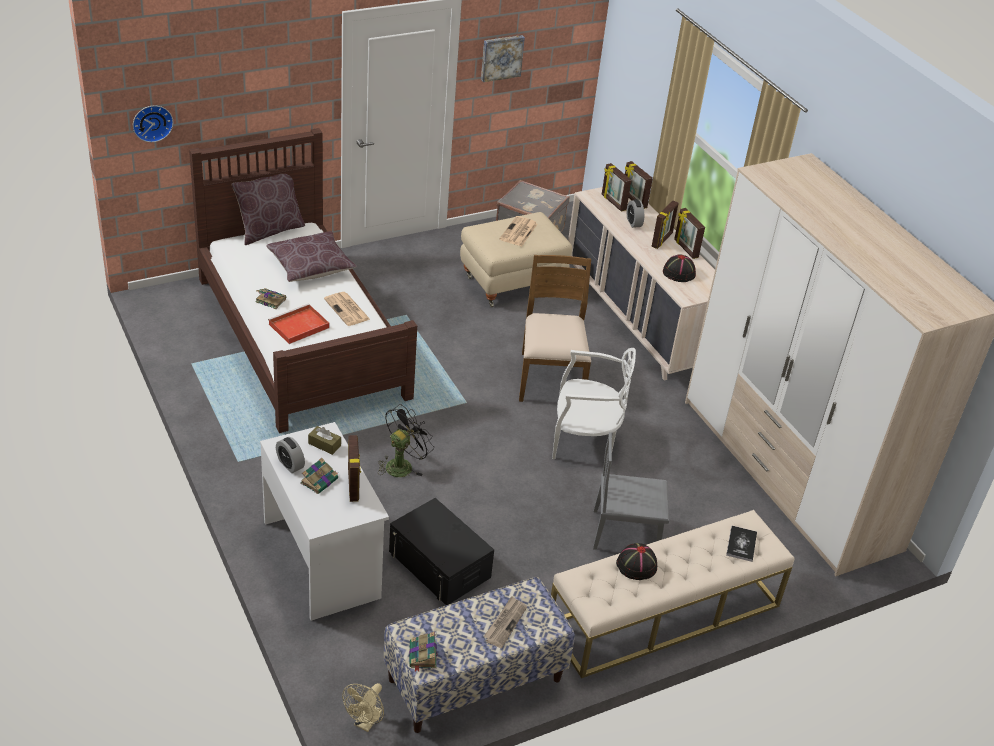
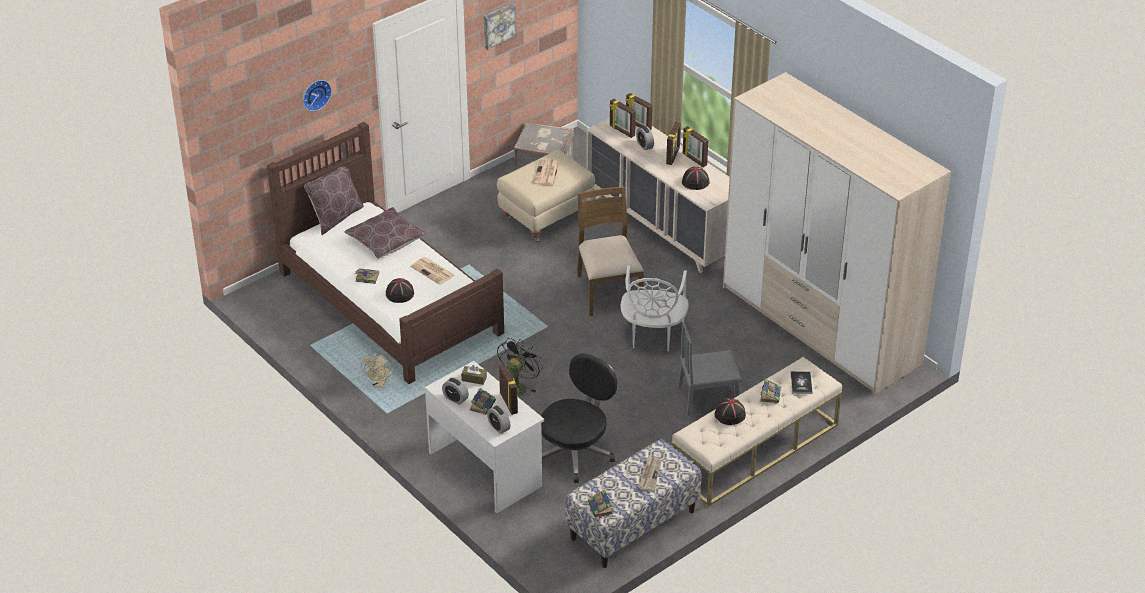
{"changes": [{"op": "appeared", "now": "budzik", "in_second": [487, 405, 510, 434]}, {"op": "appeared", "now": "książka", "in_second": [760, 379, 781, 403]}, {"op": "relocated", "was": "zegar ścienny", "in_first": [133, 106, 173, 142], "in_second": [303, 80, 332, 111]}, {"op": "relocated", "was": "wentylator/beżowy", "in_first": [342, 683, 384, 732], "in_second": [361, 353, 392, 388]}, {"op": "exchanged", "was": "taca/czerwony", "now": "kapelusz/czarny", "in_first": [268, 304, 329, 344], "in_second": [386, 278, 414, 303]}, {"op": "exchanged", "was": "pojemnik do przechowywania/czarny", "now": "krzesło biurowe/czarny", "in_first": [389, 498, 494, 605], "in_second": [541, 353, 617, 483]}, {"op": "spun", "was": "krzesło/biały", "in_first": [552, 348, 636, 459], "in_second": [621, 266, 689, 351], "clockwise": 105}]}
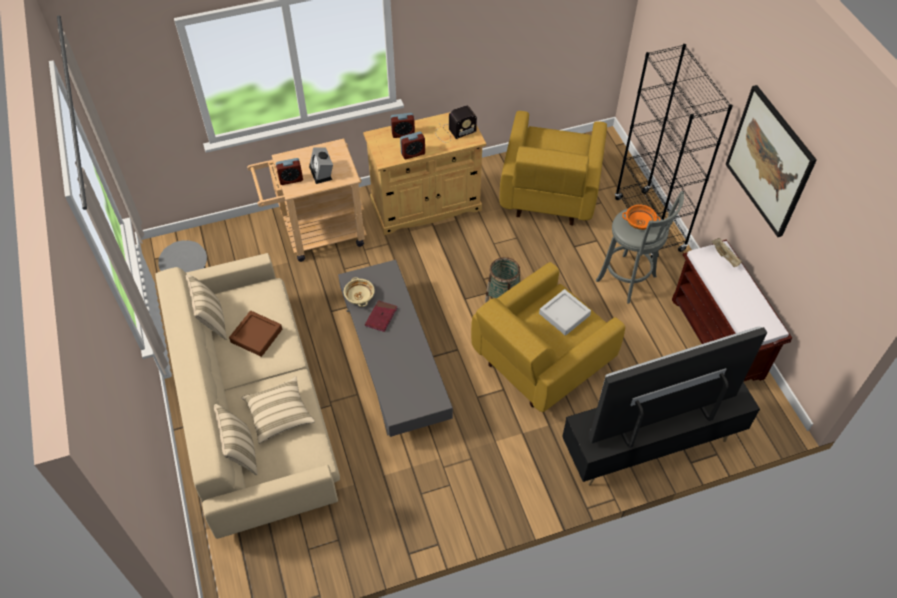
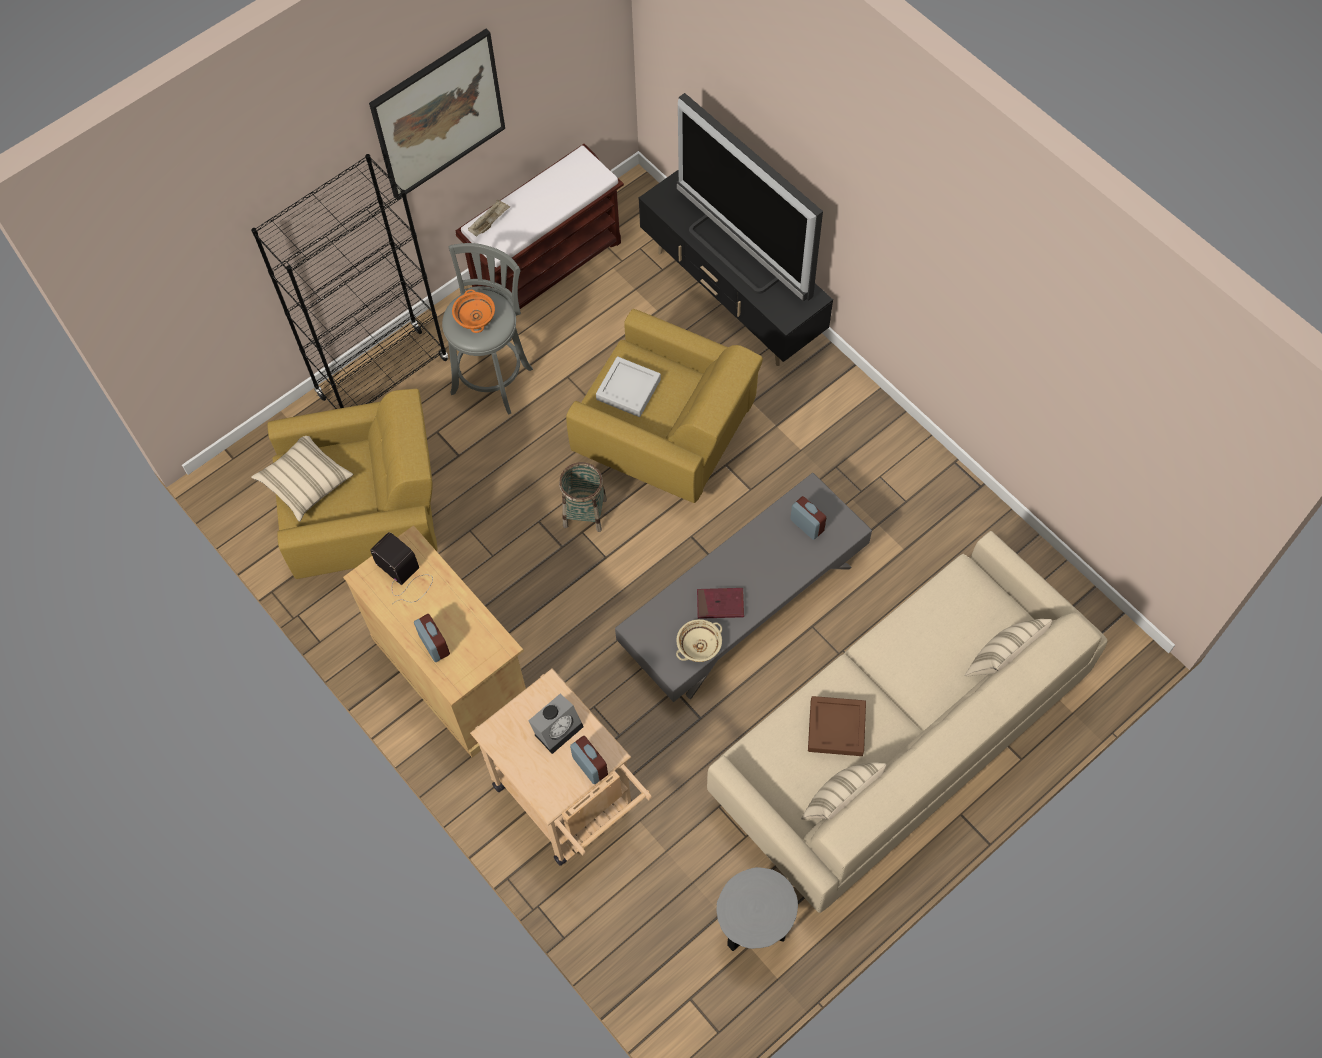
{"changes": [{"op": "relocated", "was": "poduszka/beżowy", "in_first": [242, 376, 315, 444], "in_second": [251, 436, 354, 522]}, {"op": "relocated", "was": "budzik", "in_first": [400, 131, 425, 159], "in_second": [790, 496, 826, 540]}]}
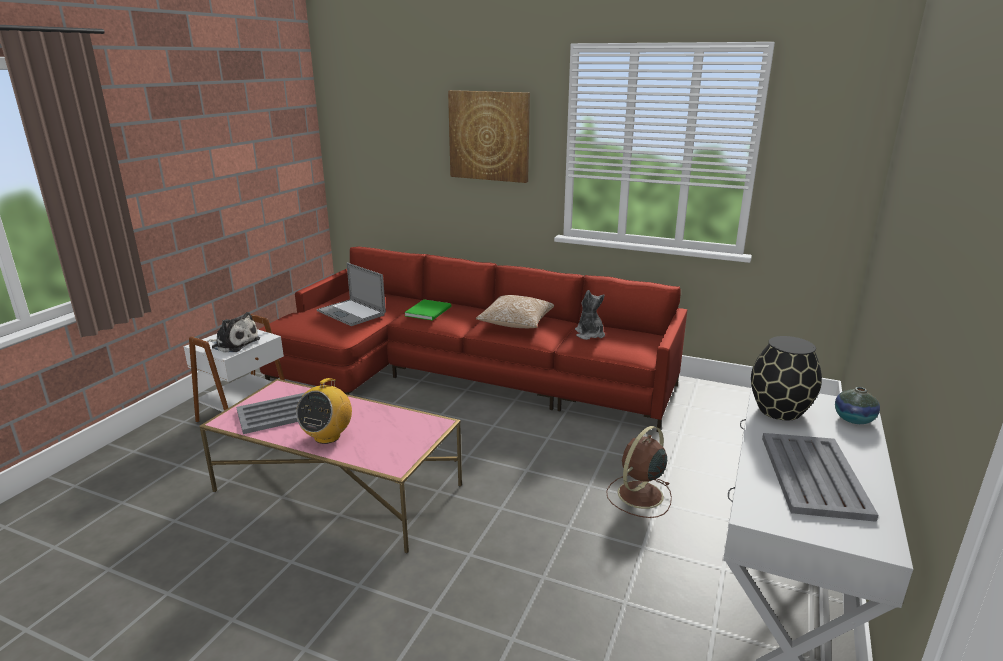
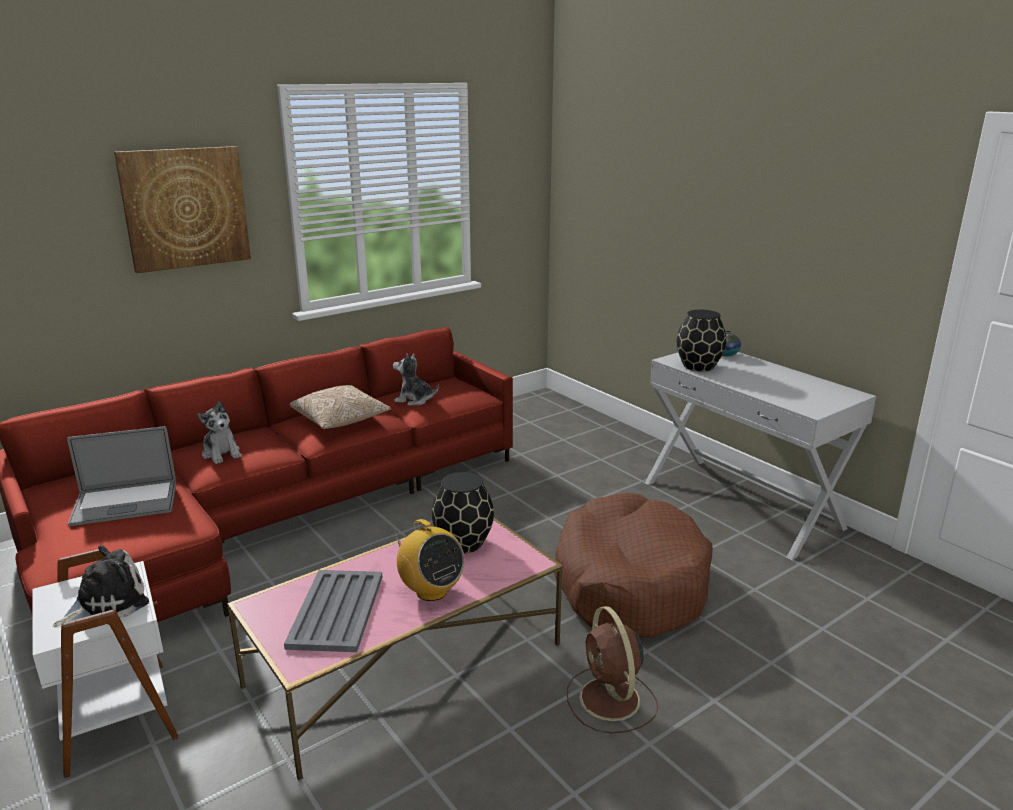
{"changes": [{"op": "missing", "was": "taca/szary", "in_first": [762, 433, 878, 522]}, {"op": "appeared", "now": "wazon/czarny", "in_second": [432, 472, 494, 553]}, {"op": "appeared", "now": "legowisko/brązowy", "in_second": [554, 493, 713, 638]}, {"op": "relocated", "was": "wentylator/brązowy", "in_first": [606, 426, 672, 518], "in_second": [567, 606, 658, 734]}, {"op": "exchanged", "was": "książka/zielony", "now": "pluszak", "in_first": [404, 299, 451, 321], "in_second": [197, 401, 242, 464]}]}
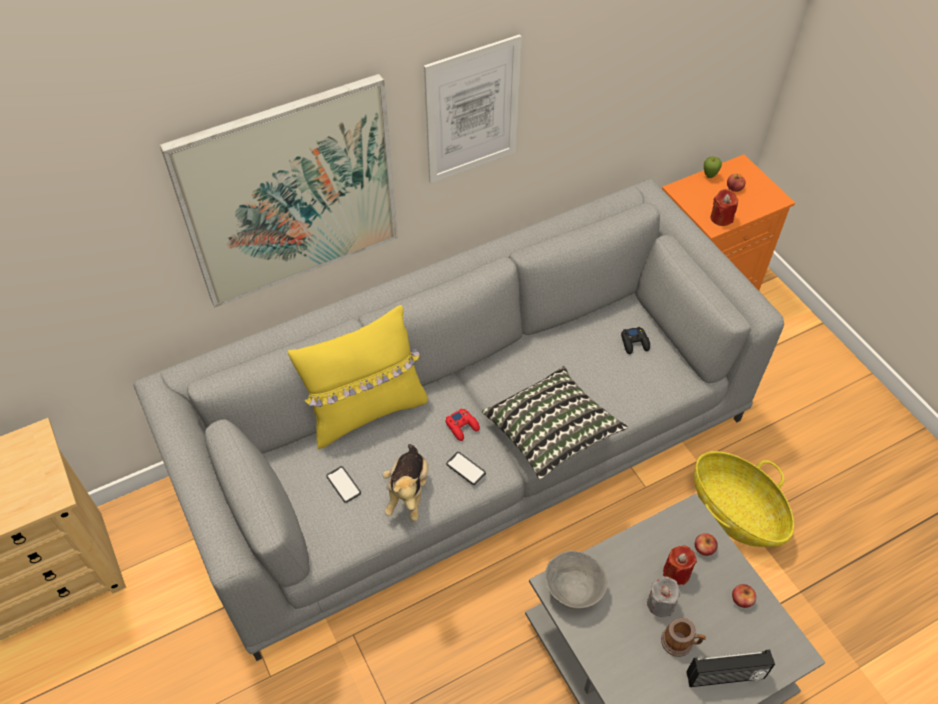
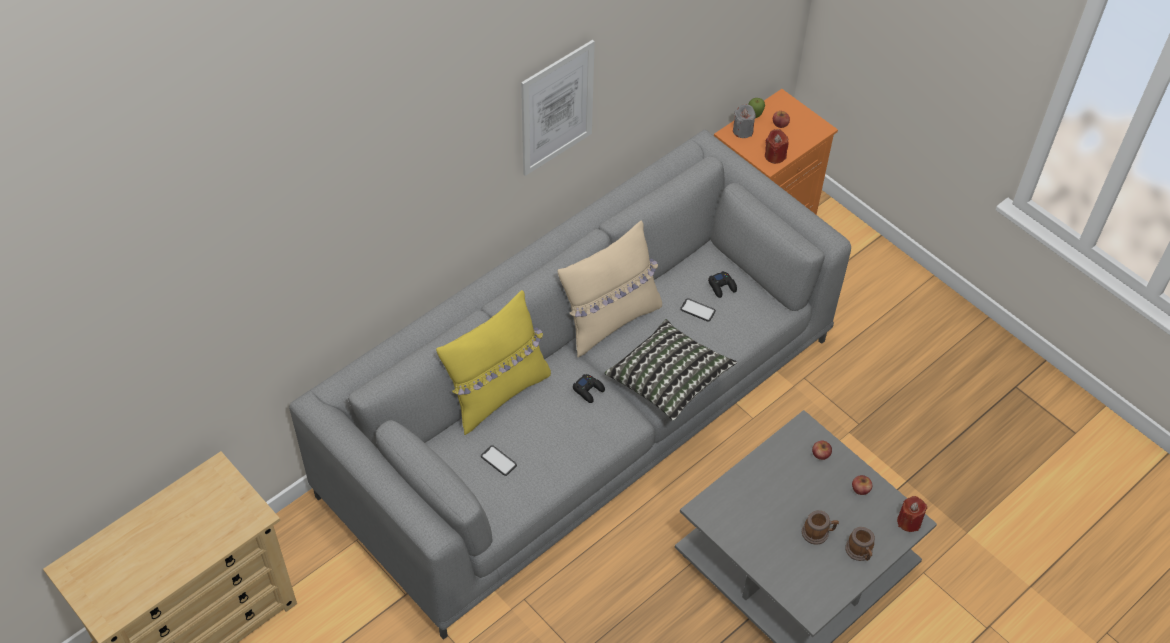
{"changes": [{"op": "missing", "was": "obraz", "in_first": [160, 74, 398, 308]}, {"op": "missing", "was": "pluszak", "in_first": [383, 444, 428, 522]}, {"op": "missing", "was": "miska/szary", "in_first": [545, 551, 608, 609]}, {"op": "missing", "was": "koszyk", "in_first": [694, 451, 794, 547]}, {"op": "appeared", "now": "poduszka/beżowy", "in_second": [558, 221, 662, 358]}, {"op": "relocated", "was": "telefon", "in_first": [446, 452, 486, 485], "in_second": [680, 298, 716, 321]}, {"op": "relocated", "was": "świeca/szary", "in_first": [647, 577, 680, 617], "in_second": [733, 104, 756, 138]}, {"op": "relocated", "was": "świeca/czerwony", "in_first": [663, 545, 697, 585], "in_second": [897, 496, 927, 532]}, {"op": "exchanged", "was": "radio", "now": "kubek", "in_first": [686, 650, 775, 687], "in_second": [845, 527, 875, 561]}, {"op": "colour", "was": "pad do gier/czerwony", "now": "pad do gier/czarny", "in_first": [446, 408, 480, 441], "in_second": [573, 374, 605, 403]}]}
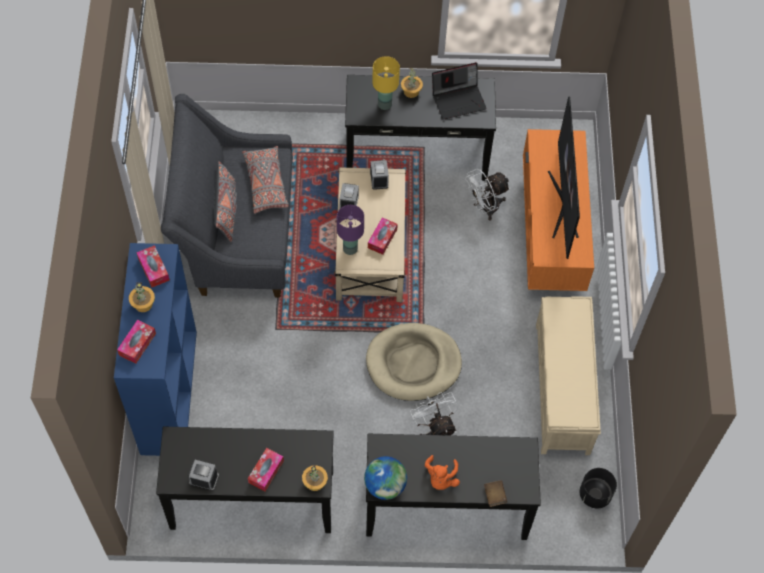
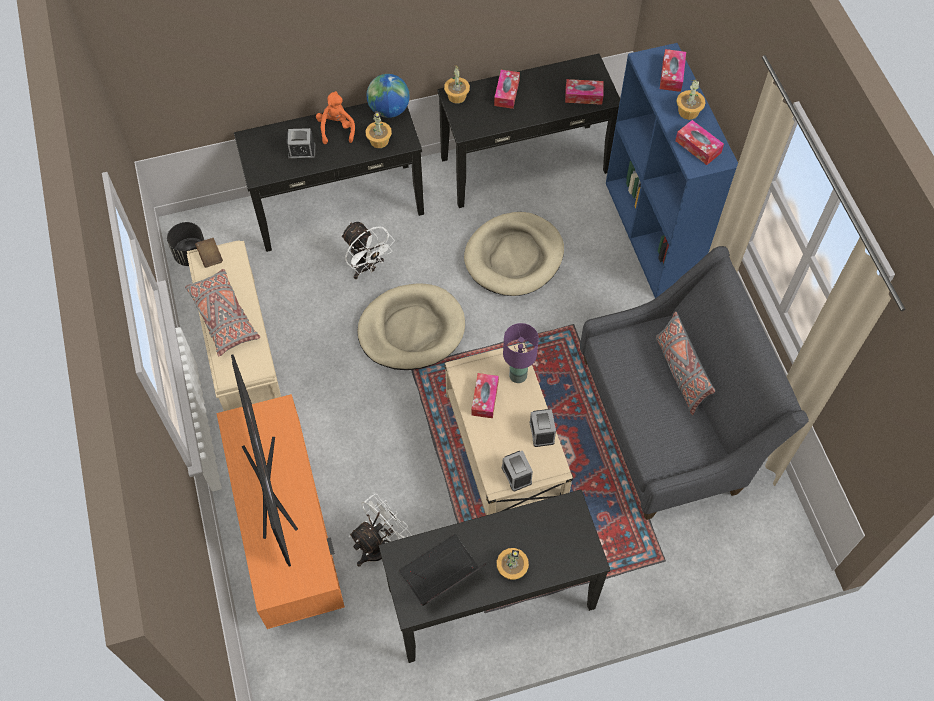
{"changes": [{"op": "missing", "was": "lampa stołowa/żółty", "in_first": [372, 56, 400, 110]}, {"op": "appeared", "now": "roślina doniczkowa", "in_second": [365, 111, 392, 148]}, {"op": "appeared", "now": "legowisko/beżowy", "in_second": [464, 212, 564, 296]}, {"op": "appeared", "now": "pudełko chusteczek", "in_second": [565, 79, 604, 105]}, {"op": "relocated", "was": "budzik", "in_first": [188, 460, 219, 491], "in_second": [286, 128, 316, 160]}, {"op": "relocated", "was": "poduszka/szary", "in_first": [242, 146, 289, 214], "in_second": [185, 269, 260, 357]}, {"op": "relocated", "was": "książka/brązowy", "in_first": [484, 480, 507, 507], "in_second": [195, 238, 223, 268]}]}
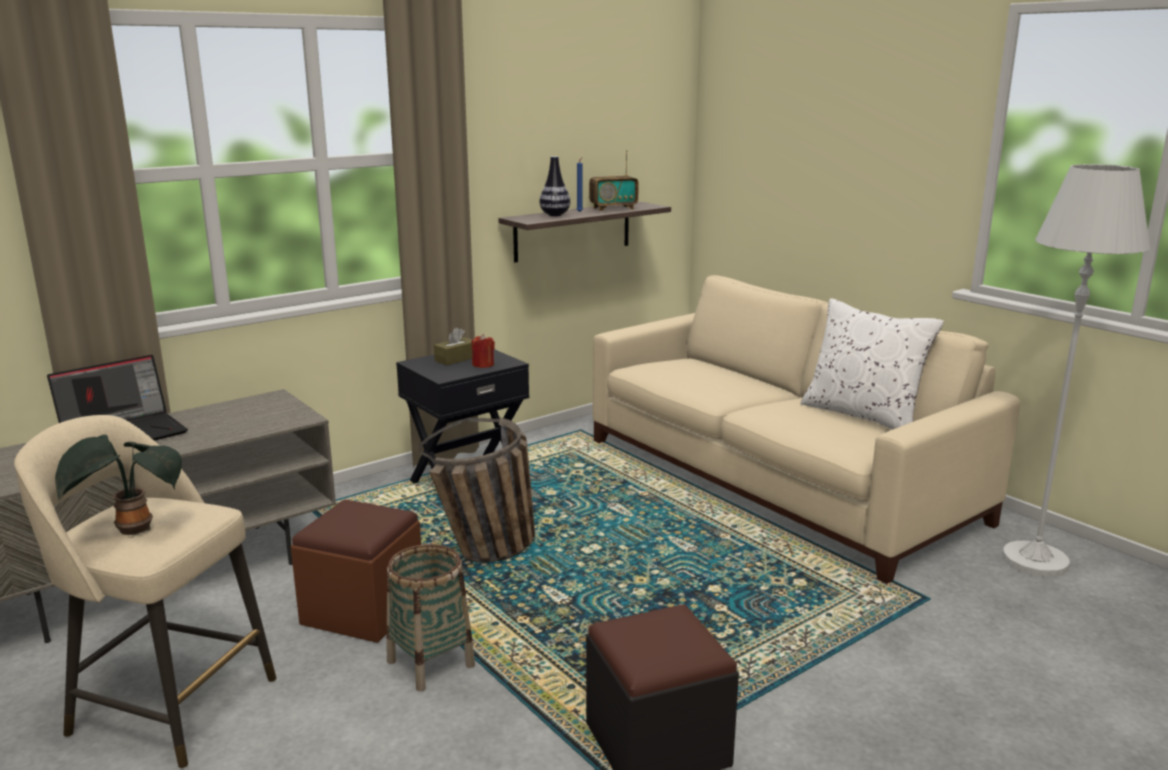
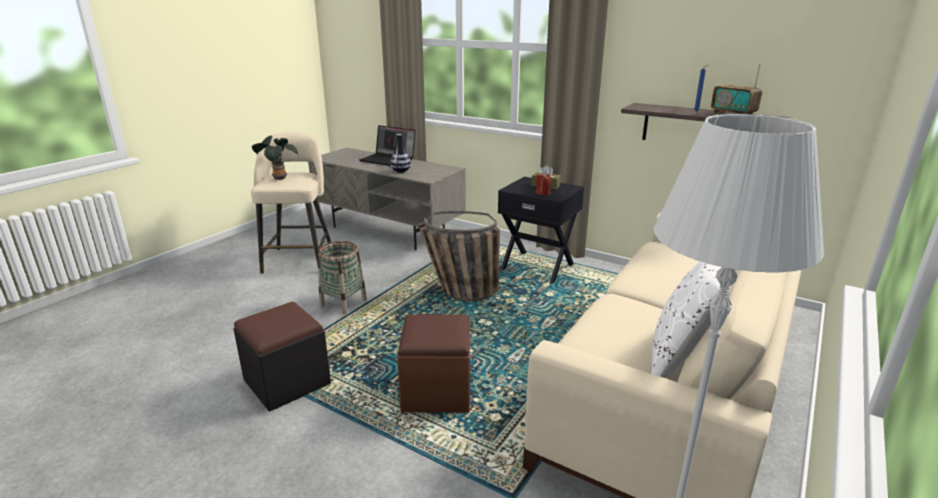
{"changes": [{"op": "relocated", "was": "pufa/brązowy", "in_first": [291, 500, 421, 643], "in_second": [397, 314, 470, 413]}, {"op": "relocated", "was": "wazon", "in_first": [539, 156, 570, 216], "in_second": [391, 134, 411, 173]}]}
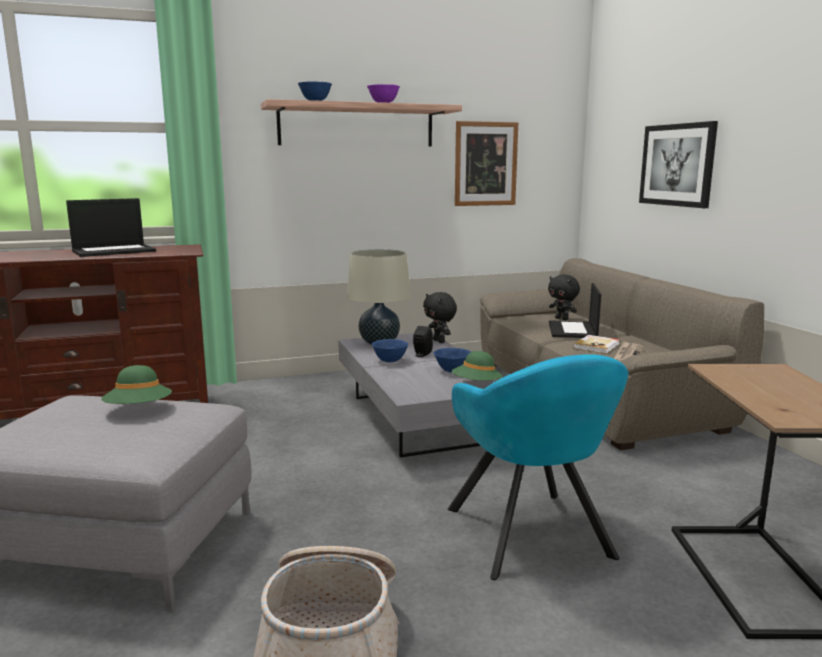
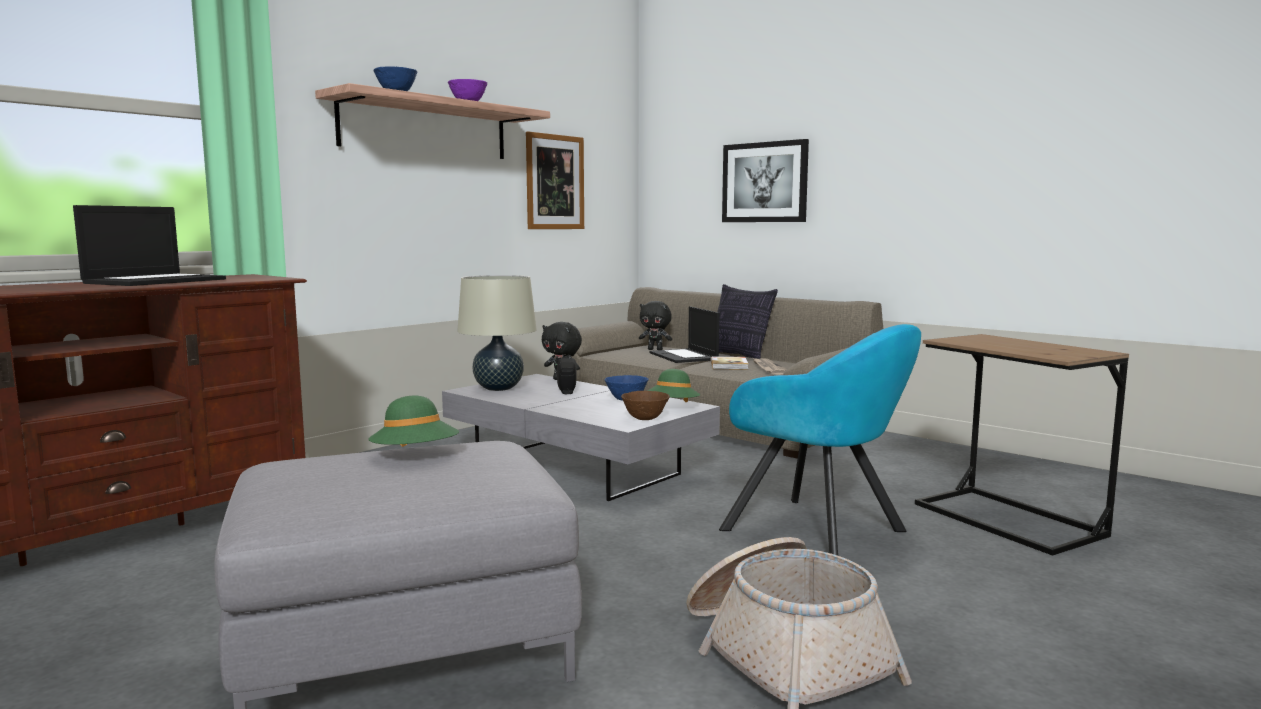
{"changes": [{"op": "missing", "was": "miska/niebieski", "in_first": [372, 339, 409, 362]}, {"op": "appeared", "now": "miska/brązowy", "in_second": [621, 391, 670, 420]}, {"op": "appeared", "now": "poduszka", "in_second": [717, 284, 778, 359]}]}
